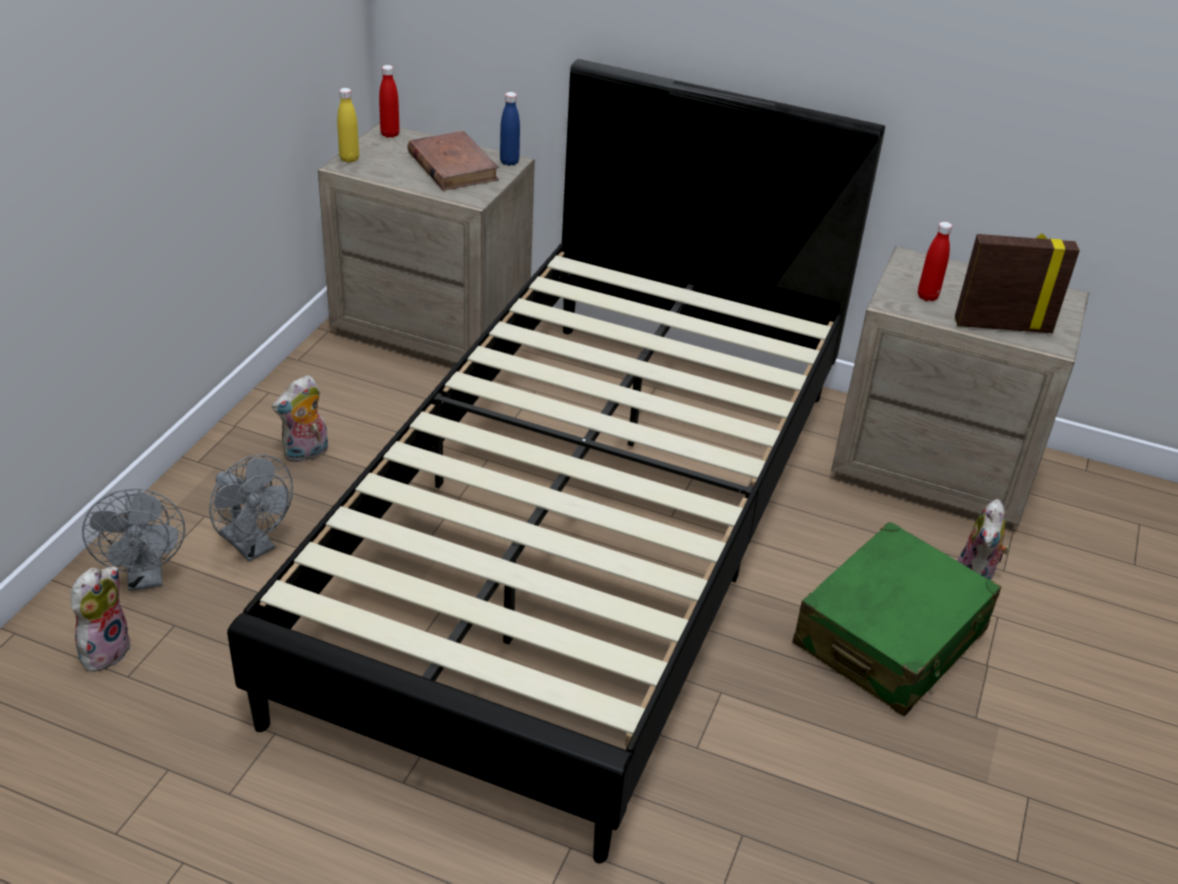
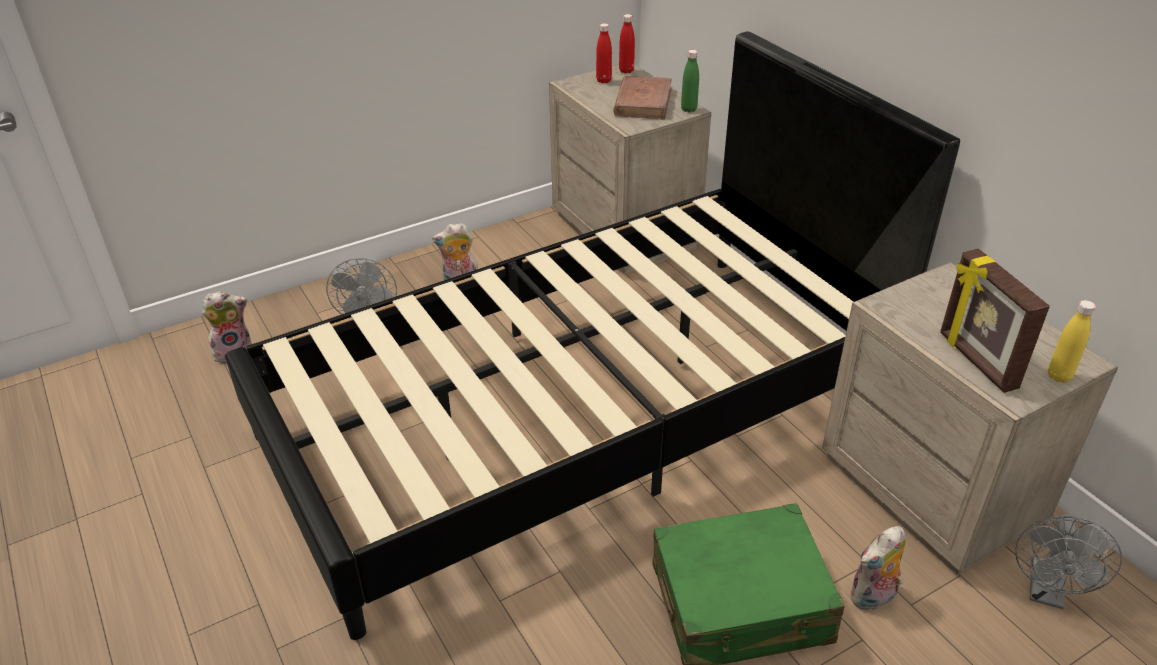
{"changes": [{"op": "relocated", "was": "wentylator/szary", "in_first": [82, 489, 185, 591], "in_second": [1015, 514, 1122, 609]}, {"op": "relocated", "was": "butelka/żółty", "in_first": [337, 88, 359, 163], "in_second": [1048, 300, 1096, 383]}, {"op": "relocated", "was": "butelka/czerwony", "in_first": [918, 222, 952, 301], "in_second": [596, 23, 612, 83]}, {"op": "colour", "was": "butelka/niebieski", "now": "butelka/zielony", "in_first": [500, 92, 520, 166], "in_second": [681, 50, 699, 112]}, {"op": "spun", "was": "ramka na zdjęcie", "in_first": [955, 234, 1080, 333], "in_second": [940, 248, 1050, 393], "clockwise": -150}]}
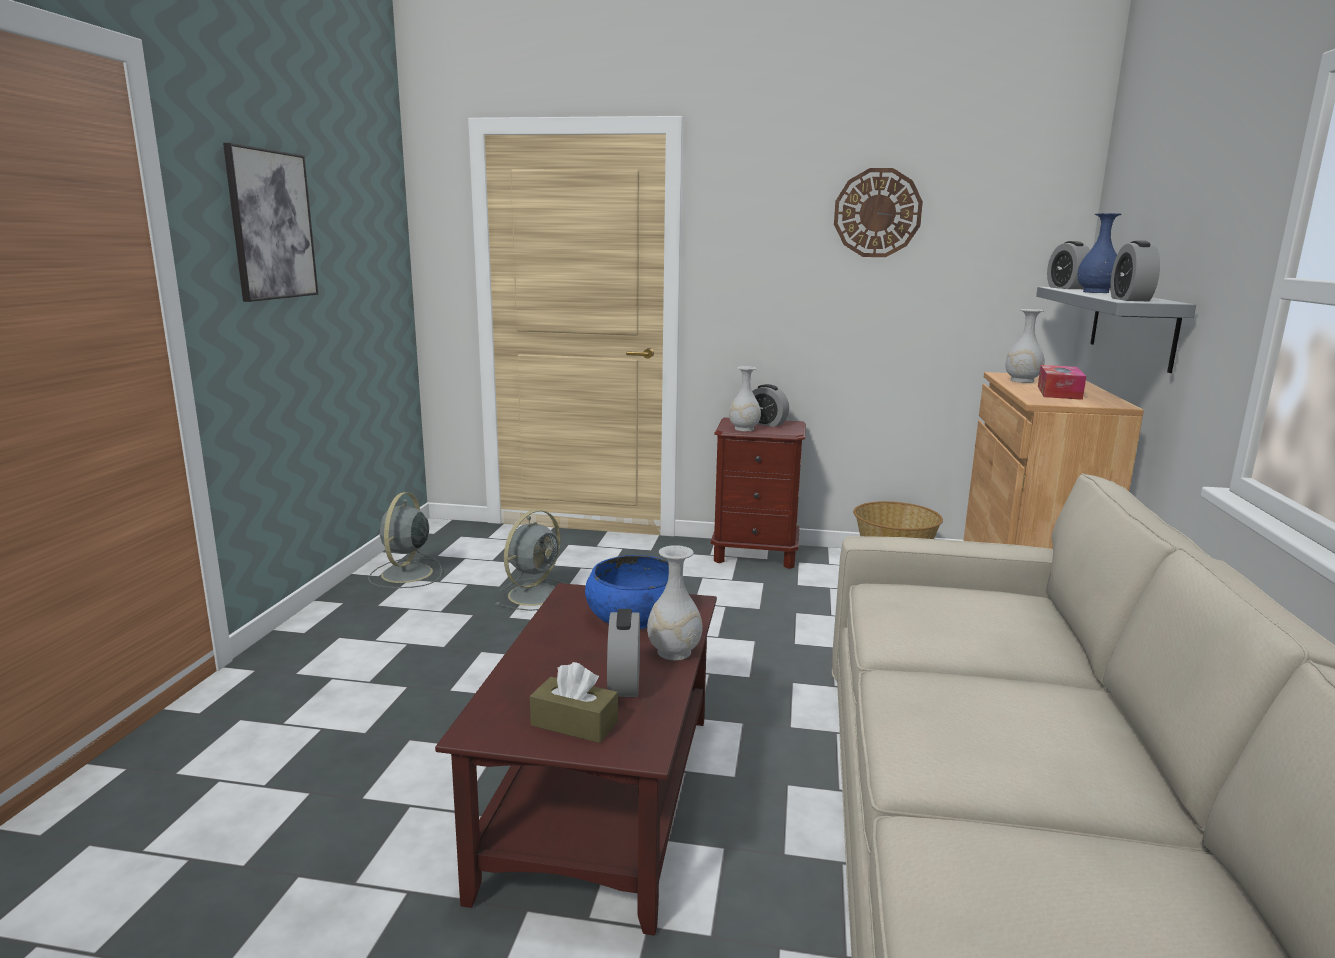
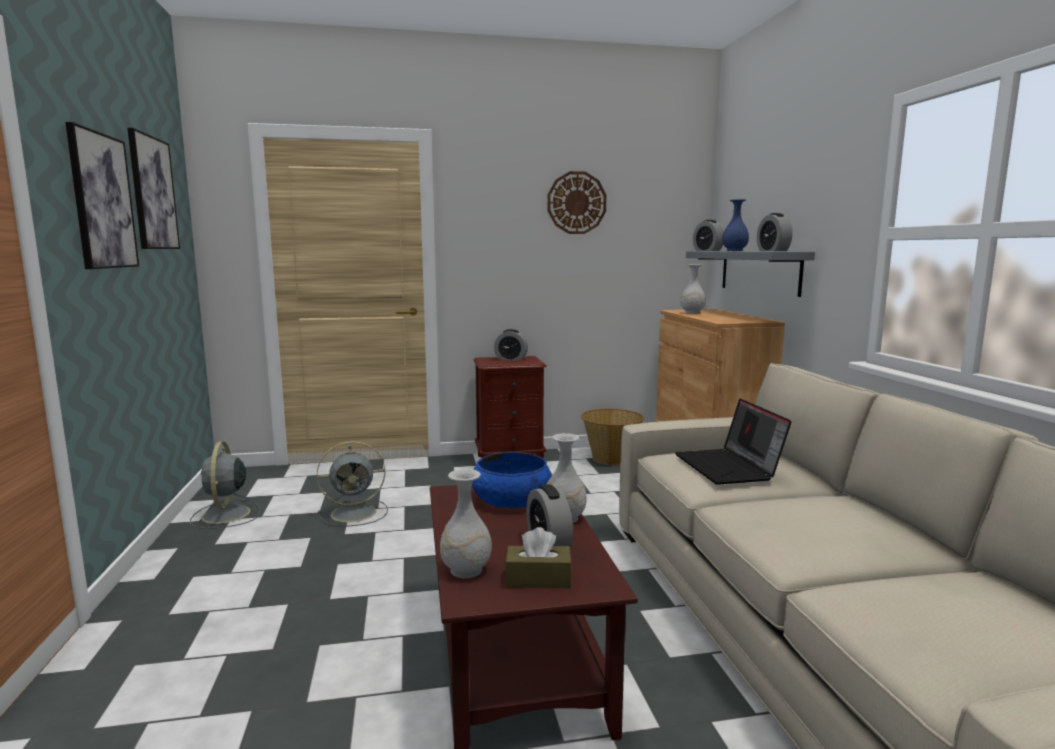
{"changes": [{"op": "missing", "was": "pudełko chusteczek", "in_first": [1038, 365, 1086, 400]}, {"op": "appeared", "now": "obraz", "in_second": [127, 128, 180, 249]}, {"op": "appeared", "now": "laptop", "in_second": [675, 399, 791, 485]}, {"op": "relocated", "was": "wazon/biały", "in_first": [729, 366, 761, 431], "in_second": [440, 469, 492, 578]}, {"op": "spun", "was": "wentylator/szary", "in_first": [496, 510, 566, 611], "in_second": [317, 441, 388, 526], "clockwise": 60}]}
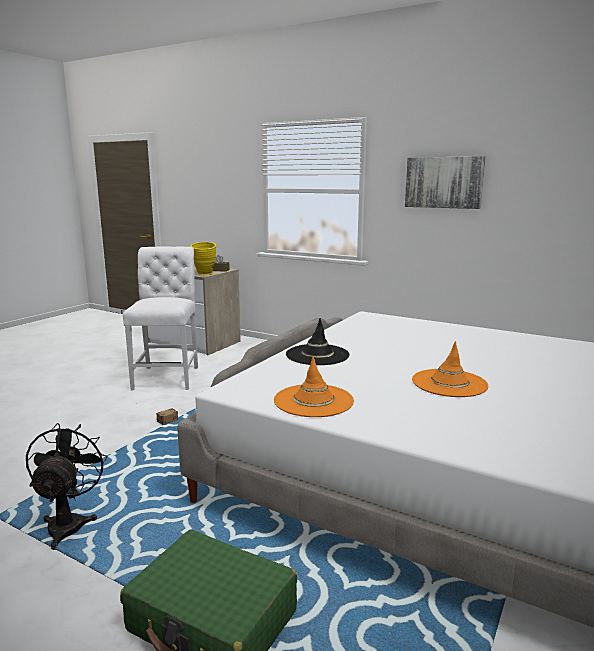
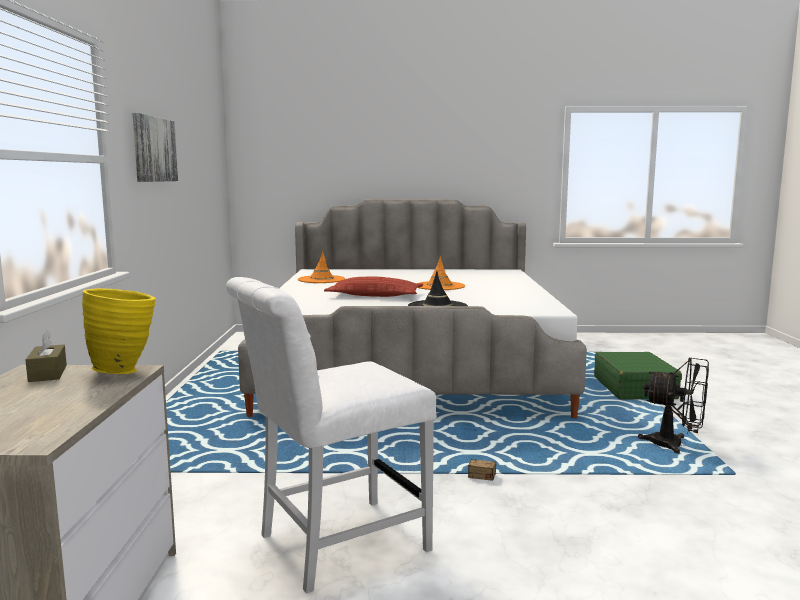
{"changes": [{"op": "appeared", "now": "poduszka", "in_second": [324, 277, 423, 297]}, {"op": "relocated", "was": "kapelusz/pomarańczowy", "in_first": [274, 356, 354, 417], "in_second": [298, 251, 345, 283]}, {"op": "spun", "was": "wentylator/czarny", "in_first": [26, 423, 108, 550], "in_second": [638, 358, 709, 454], "clockwise": -120}]}
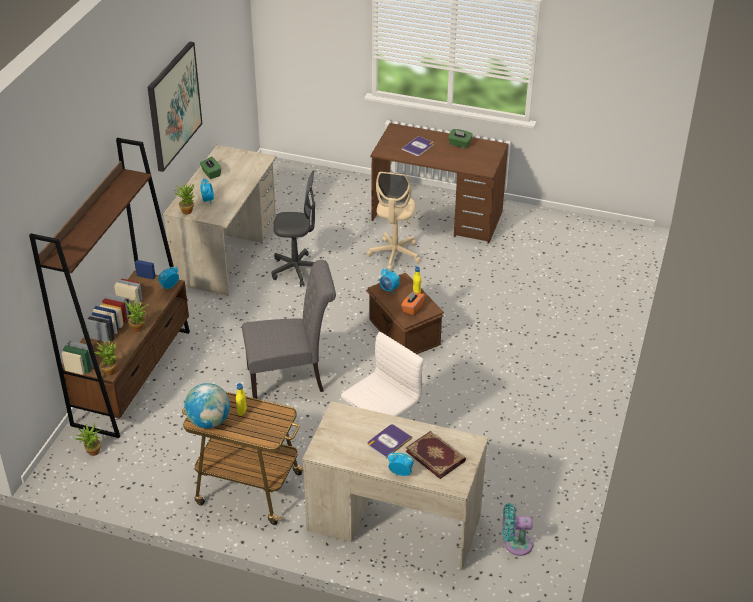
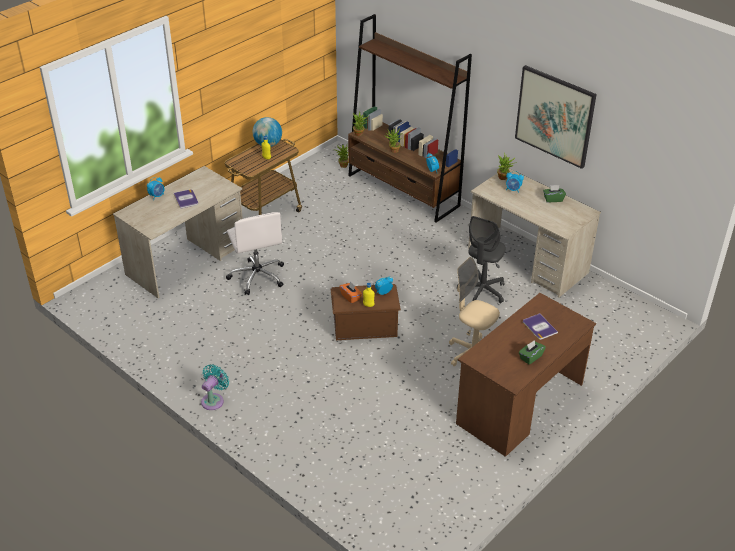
{"changes": [{"op": "missing", "was": "krzesło/szary", "in_first": [242, 260, 336, 399]}, {"op": "missing", "was": "książka", "in_first": [406, 431, 466, 479]}, {"op": "relocated", "was": "wentylator/turkusowy", "in_first": [503, 503, 533, 556], "in_second": [201, 364, 229, 410]}]}
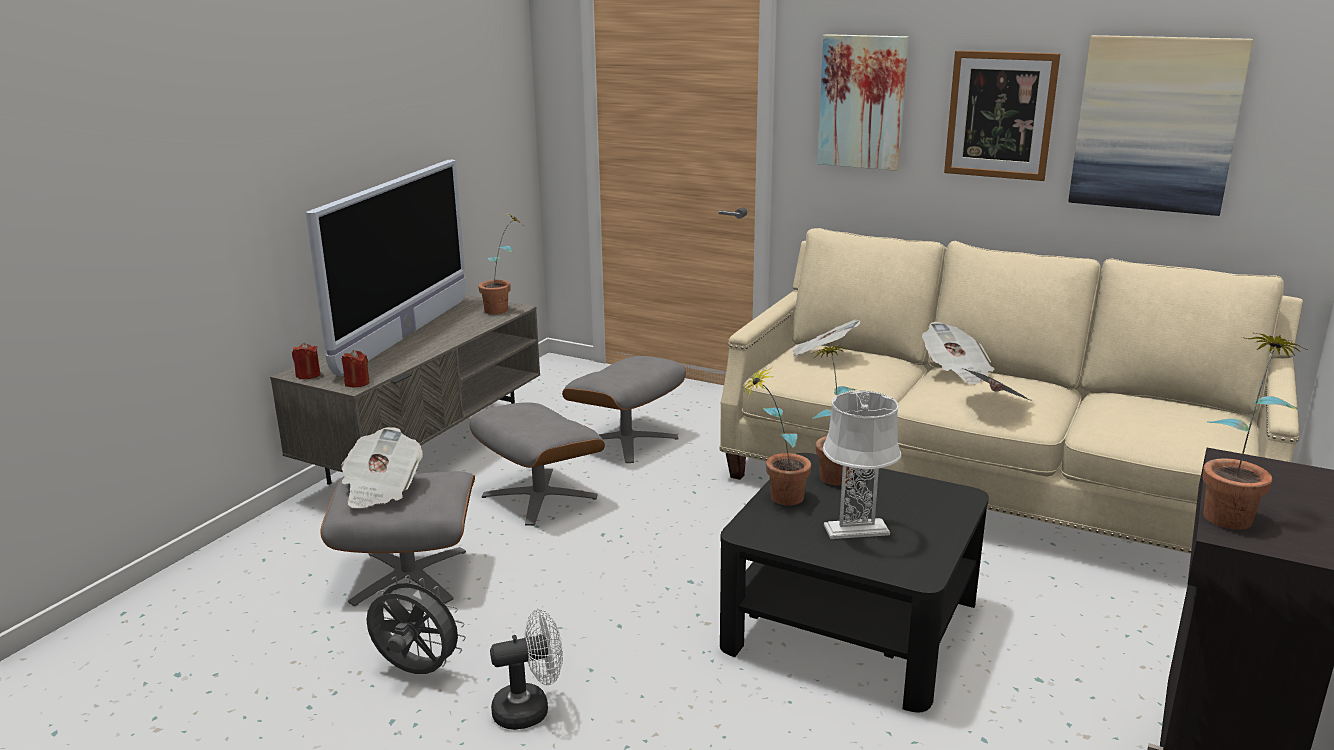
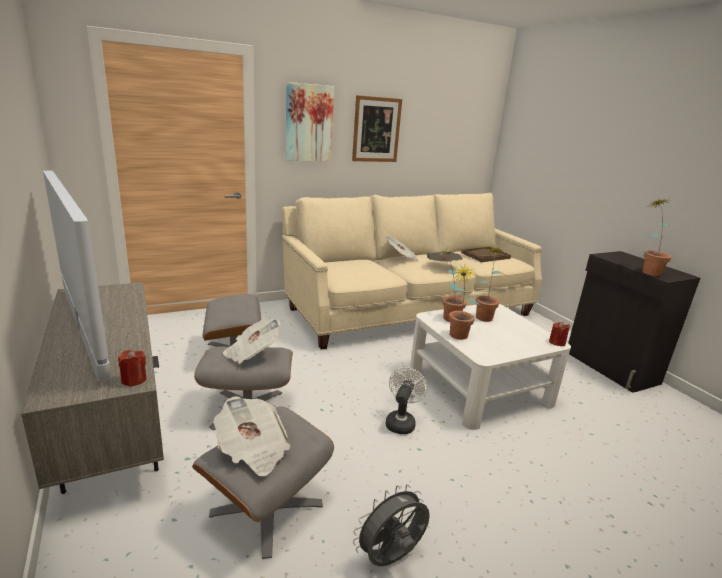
{"changes": [{"op": "missing", "was": "lampa stołowa/biały", "in_first": [823, 391, 901, 539]}, {"op": "missing", "was": "obraz", "in_first": [1068, 35, 1253, 216]}, {"op": "appeared", "now": "taca/brązowy", "in_second": [461, 246, 511, 262]}, {"op": "relocated", "was": "świeca/czerwony", "in_first": [292, 343, 320, 379], "in_second": [549, 322, 570, 346]}, {"op": "relocated", "was": "roślina doniczkowa", "in_first": [478, 212, 522, 314], "in_second": [476, 248, 505, 322]}, {"op": "relocated", "was": "wentylator/biały", "in_first": [490, 609, 563, 730], "in_second": [386, 367, 427, 434]}, {"op": "relocated", "was": "gazeta", "in_first": [792, 320, 860, 357], "in_second": [223, 318, 281, 363]}, {"op": "colour", "was": "ława/czarny", "now": "ława/biały", "in_first": [720, 453, 989, 713], "in_second": [410, 304, 571, 430]}]}
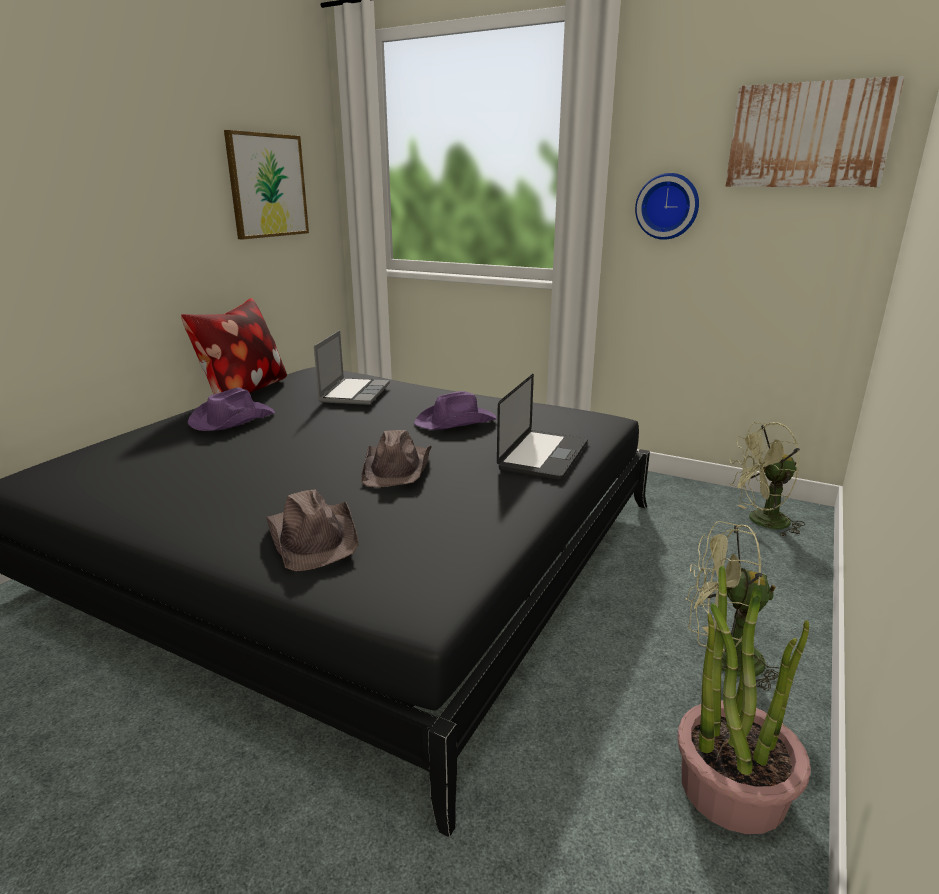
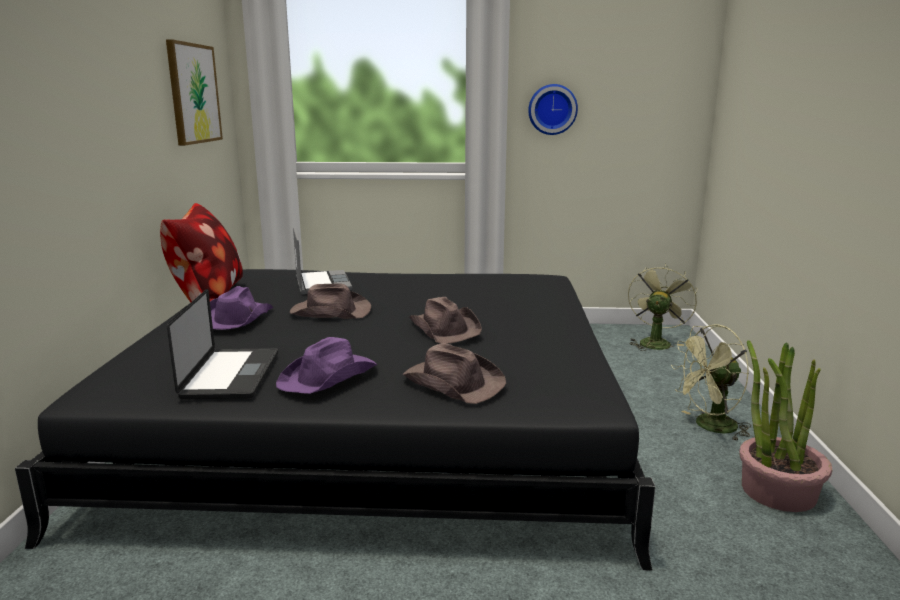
{"changes": [{"op": "missing", "was": "obraz", "in_first": [725, 76, 905, 187]}, {"op": "appeared", "now": "kapelusz/brązowy", "in_second": [290, 284, 371, 319]}, {"op": "relocated", "was": "kapelusz/fioletowy", "in_first": [414, 391, 497, 430], "in_second": [276, 337, 377, 394]}, {"op": "relocated", "was": "laptop", "in_first": [497, 374, 588, 480], "in_second": [167, 289, 278, 400]}, {"op": "spun", "was": "wentylator/zielony", "in_first": [729, 422, 805, 537], "in_second": [628, 264, 697, 351], "clockwise": 150}]}
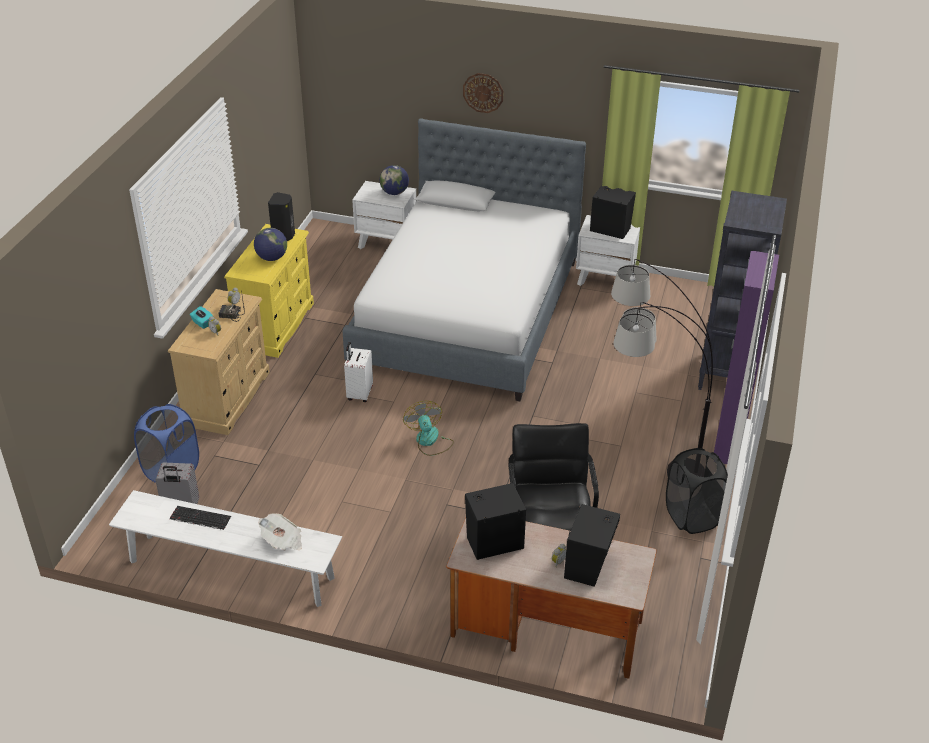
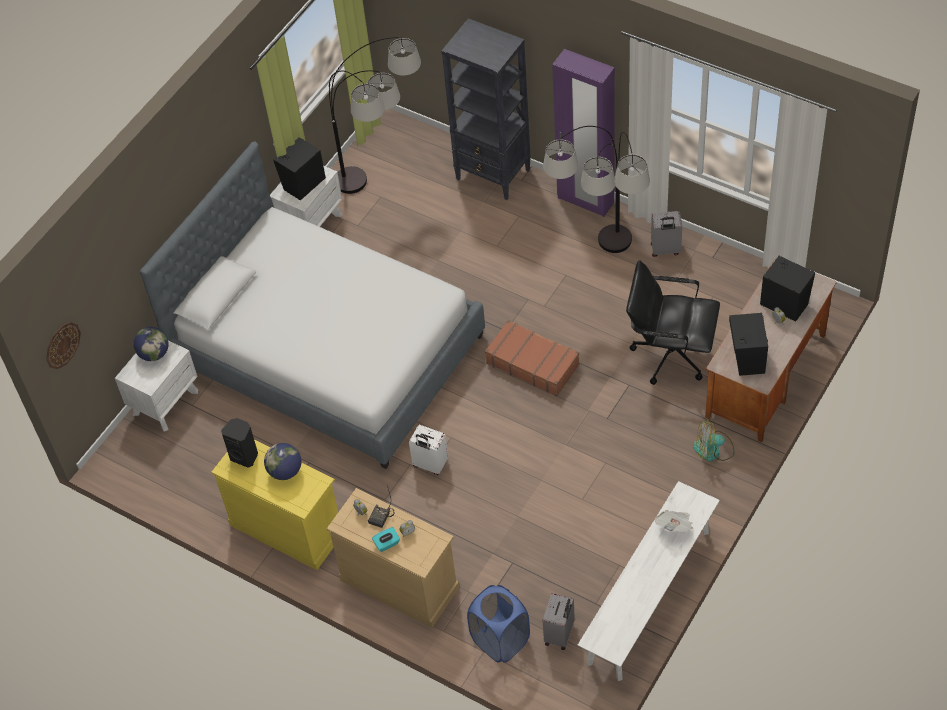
{"changes": [{"op": "missing", "was": "klawiatura", "in_first": [170, 506, 231, 530]}, {"op": "appeared", "now": "lampa stojąca", "in_second": [329, 37, 421, 194]}, {"op": "appeared", "now": "walizka/brązowy", "in_second": [485, 320, 579, 396]}, {"op": "relocated", "was": "wentylator", "in_first": [403, 401, 454, 456], "in_second": [693, 420, 735, 461]}, {"op": "relocated", "was": "zegar ścienny", "in_first": [463, 73, 503, 113], "in_second": [46, 322, 81, 369]}, {"op": "exchanged", "was": "kosz na pranie/czarny", "now": "walizka/szary", "in_first": [666, 448, 728, 534], "in_second": [651, 211, 682, 257]}]}
